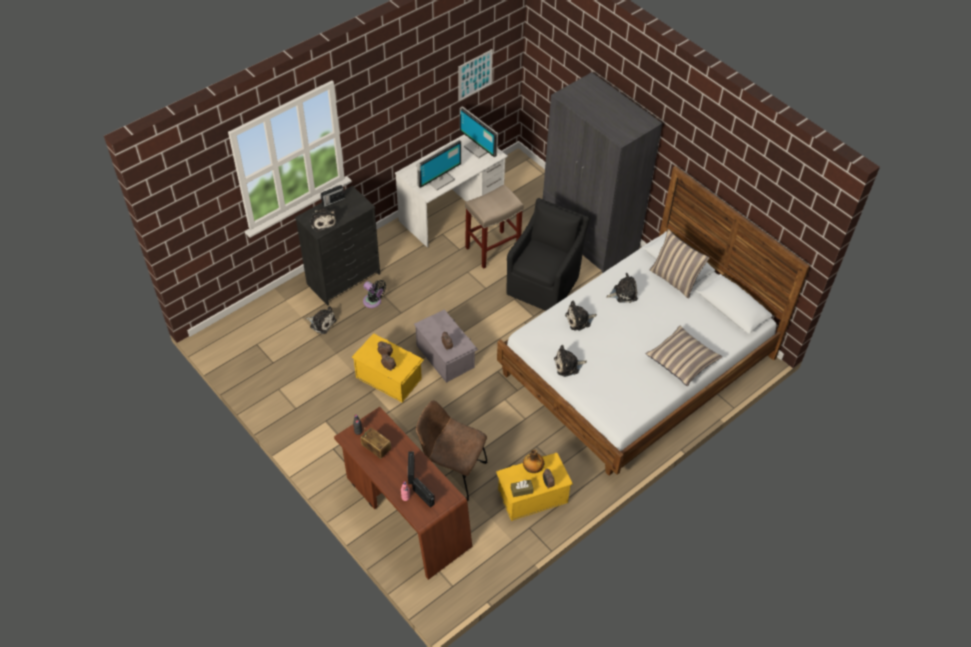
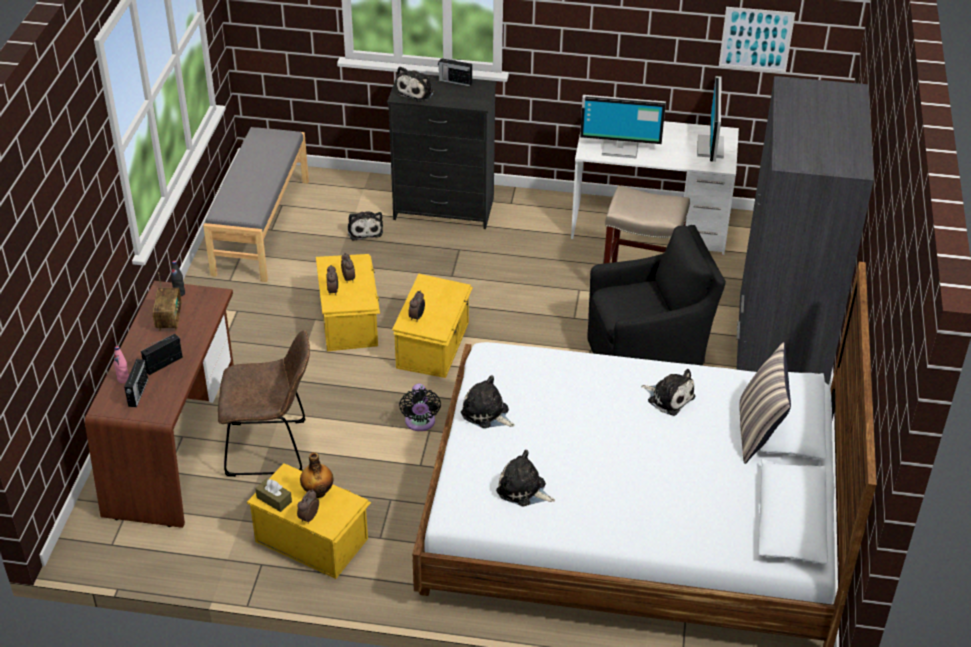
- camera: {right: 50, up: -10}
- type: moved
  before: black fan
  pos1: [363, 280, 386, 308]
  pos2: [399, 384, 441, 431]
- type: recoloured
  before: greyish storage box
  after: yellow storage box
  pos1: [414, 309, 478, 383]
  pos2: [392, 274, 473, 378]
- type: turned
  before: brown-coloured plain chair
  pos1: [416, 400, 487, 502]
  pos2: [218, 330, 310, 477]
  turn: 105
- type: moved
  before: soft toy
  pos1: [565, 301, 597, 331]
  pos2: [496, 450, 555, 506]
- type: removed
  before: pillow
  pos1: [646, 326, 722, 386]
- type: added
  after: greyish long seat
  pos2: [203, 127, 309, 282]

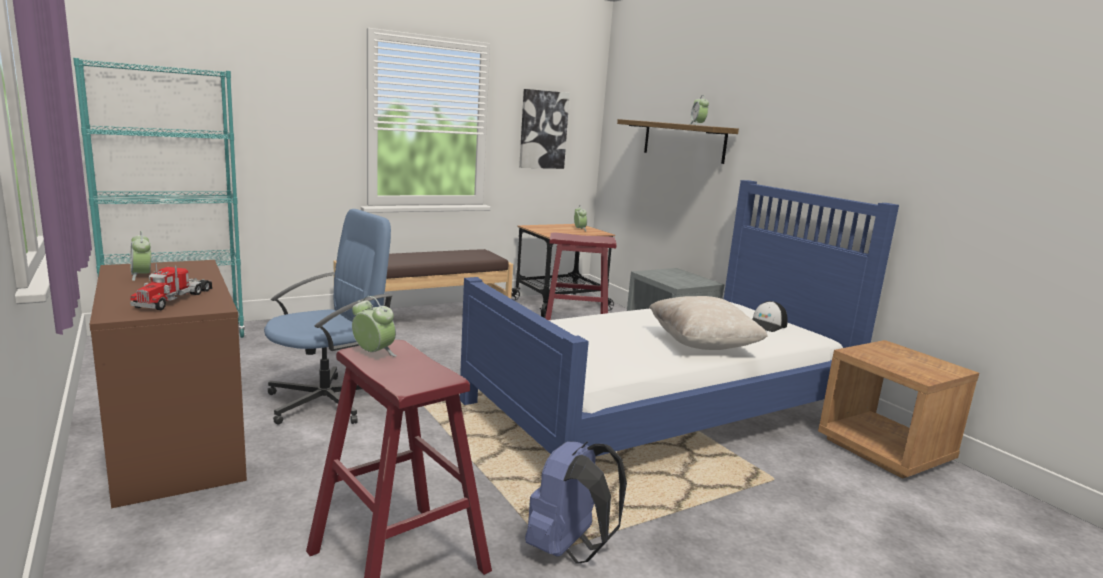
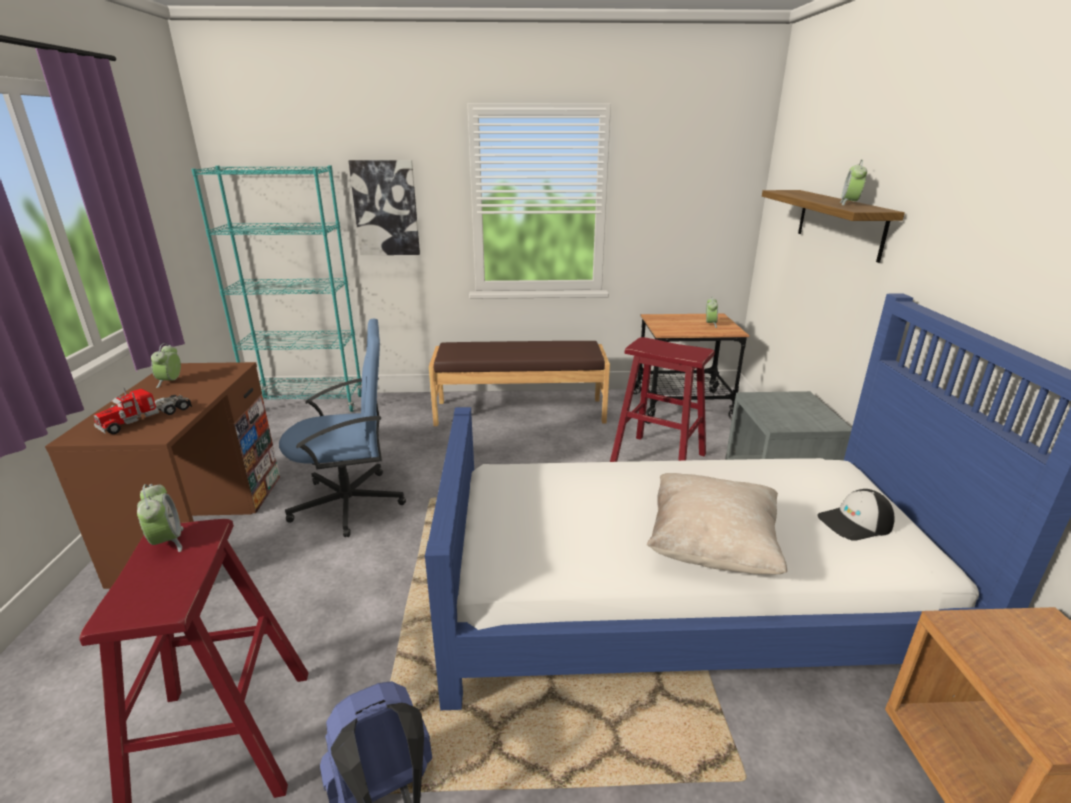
- camera: {right: 30, up: 10}
- type: moved
  before: wall picture
  pos1: [519, 89, 570, 169]
  pos2: [349, 160, 420, 255]

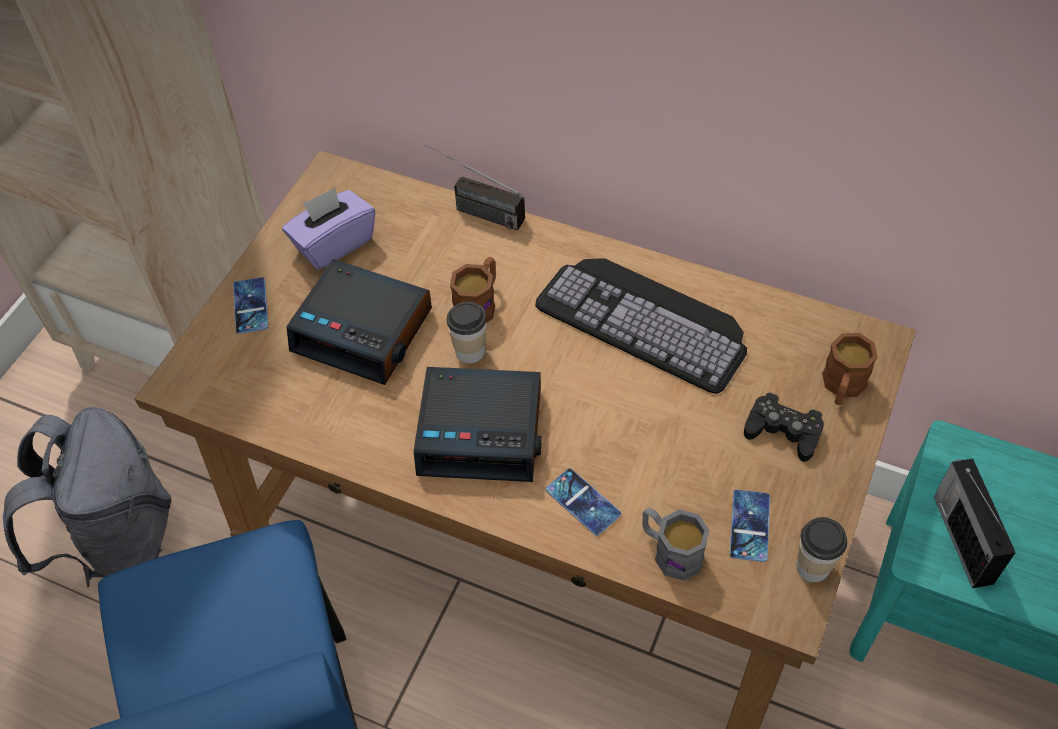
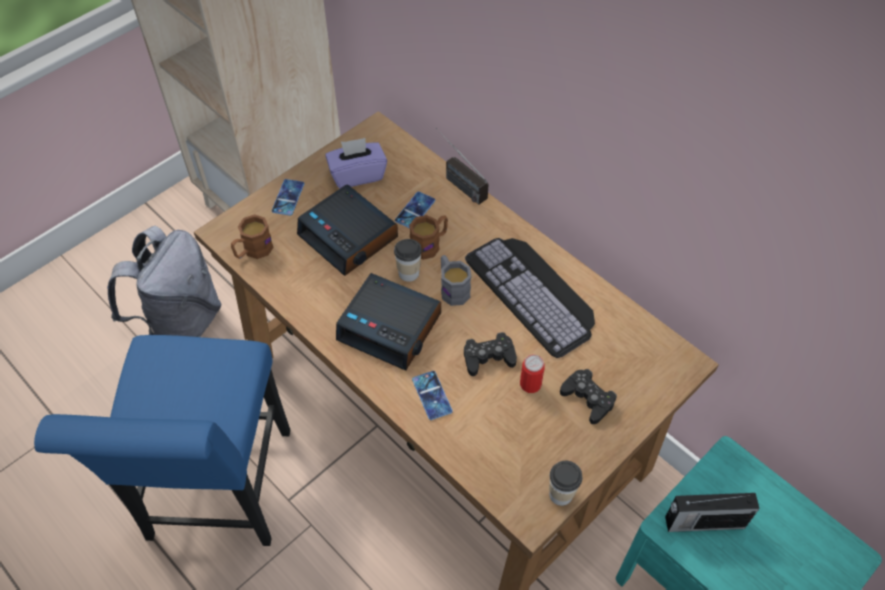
- camera: {right: 20, up: 0}
- type: moved
  before: greyish coffee mug
  pos1: [642, 508, 709, 581]
  pos2: [441, 255, 471, 306]
- type: moved
  before: handset
  pos1: [730, 490, 770, 562]
  pos2: [395, 191, 435, 228]
- type: moved
  before: brown-coloured coffee mug
  pos1: [822, 333, 878, 405]
  pos2: [231, 214, 273, 259]
- type: turned
  before: radio
  pos1: [934, 458, 1016, 588]
  pos2: [665, 493, 760, 532]
  turn: -105
- type: added
  after: black game controller
  pos2: [464, 332, 517, 376]
- type: added
  after: can
  pos2: [520, 355, 545, 393]

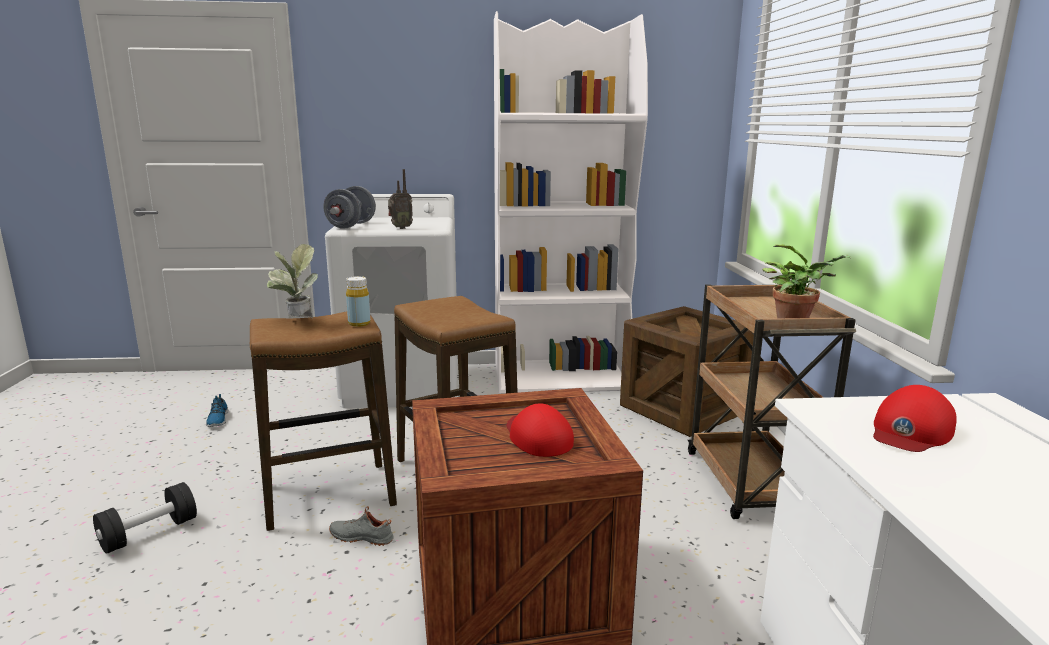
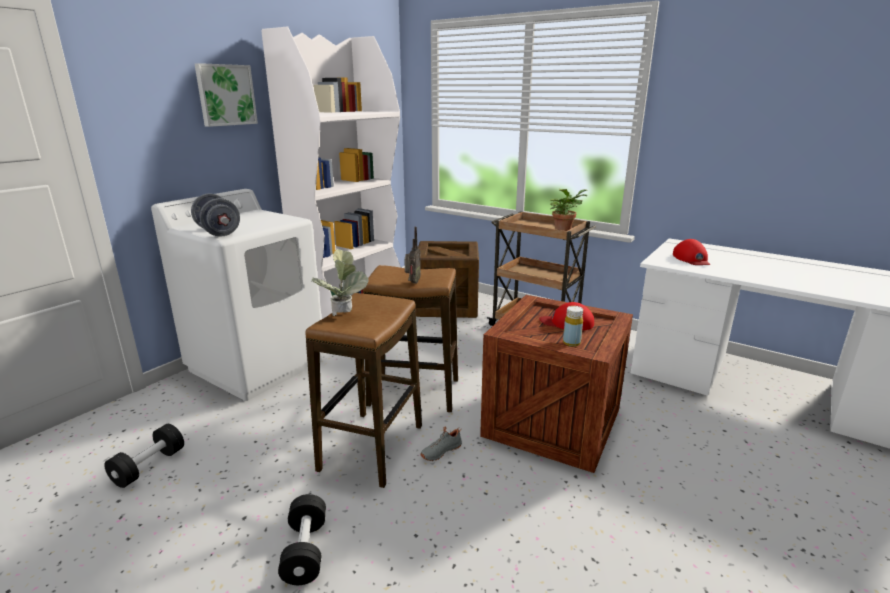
- camera: {right: -50, up: 5}
- type: replaced
  before: low shoe
  after: black dumbbell
  pos1: [206, 394, 229, 427]
  pos2: [104, 424, 184, 488]
- type: moved
  before: yellow beverage bottle
  pos1: [346, 276, 370, 327]
  pos2: [563, 306, 583, 347]
- type: moved
  before: radio
  pos1: [388, 169, 413, 229]
  pos2: [404, 227, 421, 283]
- type: added
  after: wall picture
  pos2: [195, 63, 258, 127]

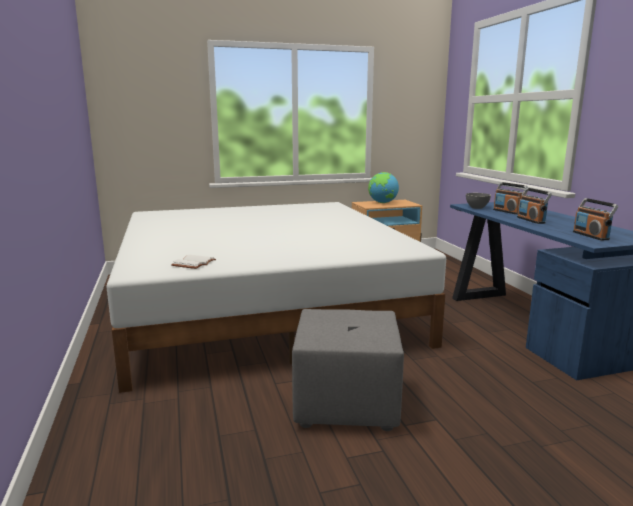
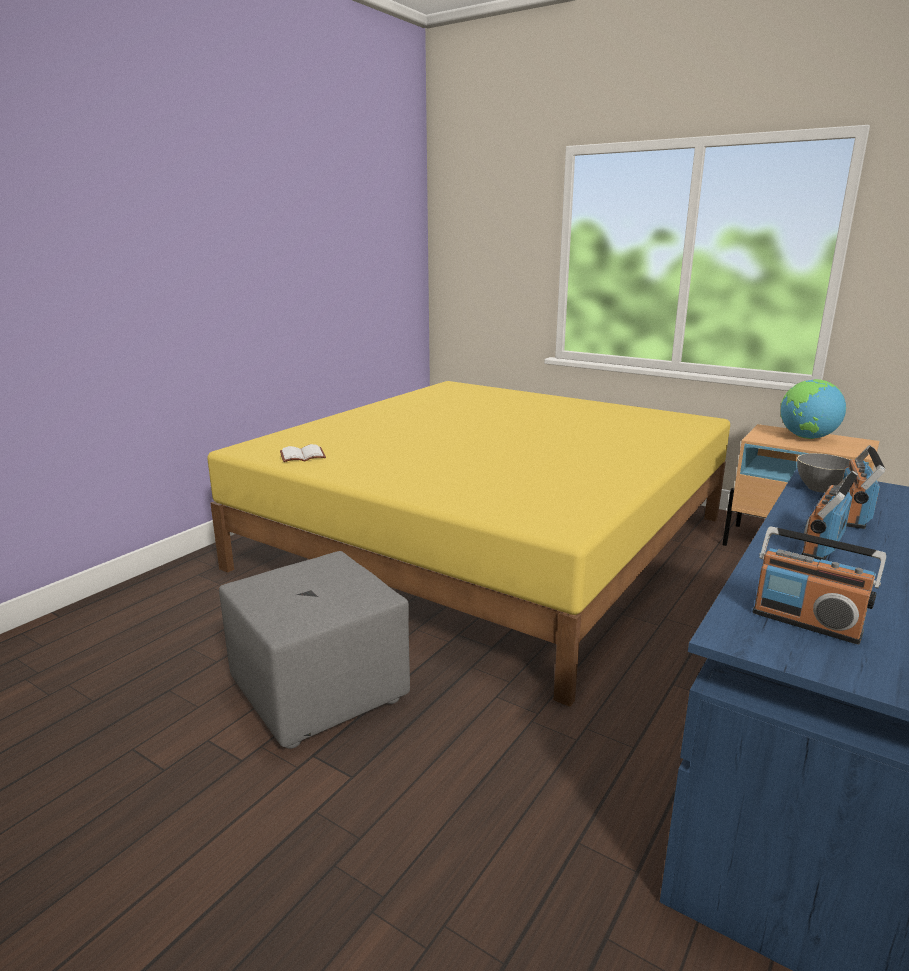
- camera: {right: 50, up: 5}
- type: recoloured
  before: whitish bed
  after: yellow bed
  pos1: [107, 202, 446, 393]
  pos2: [207, 381, 730, 707]
- type: turned
  before: radio
  pos1: [573, 198, 619, 241]
  pos2: [753, 526, 886, 644]
  turn: -90

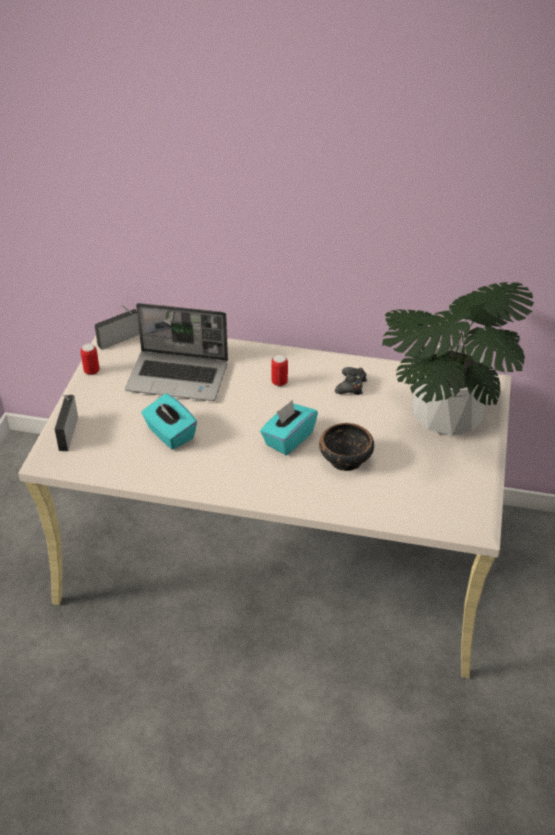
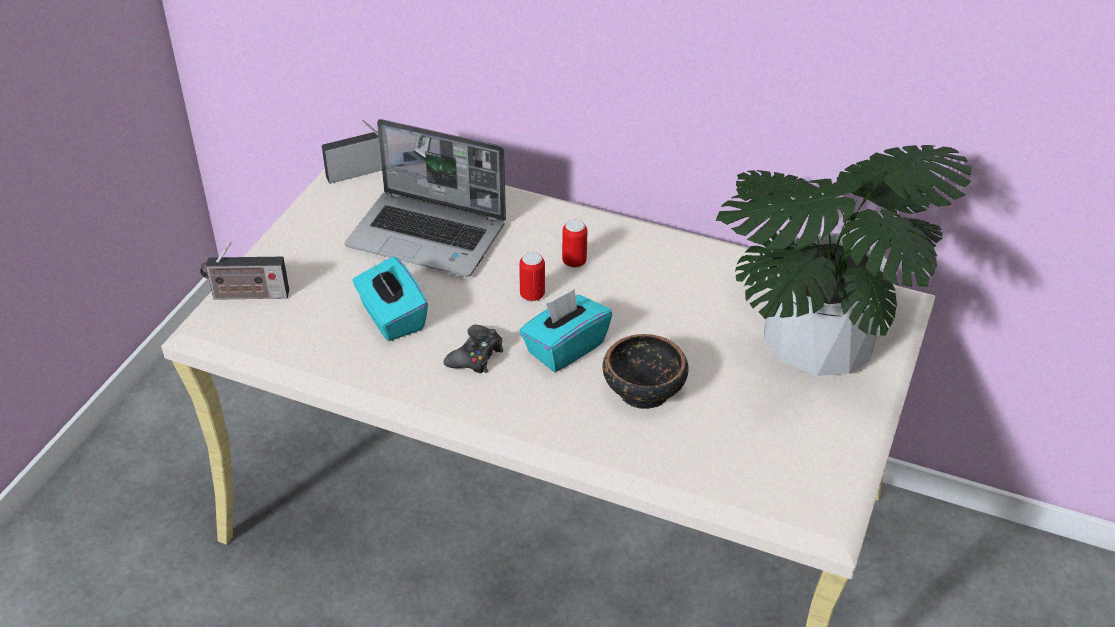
- camera: {right: 10, up: 0}
- type: turned
  before: radio
  pos1: [55, 394, 78, 451]
  pos2: [200, 242, 289, 300]
  turn: -105
- type: moved
  before: can
  pos1: [80, 344, 100, 375]
  pos2: [519, 252, 545, 301]
- type: moved
  before: black game controller
  pos1: [335, 367, 367, 395]
  pos2: [444, 325, 504, 373]

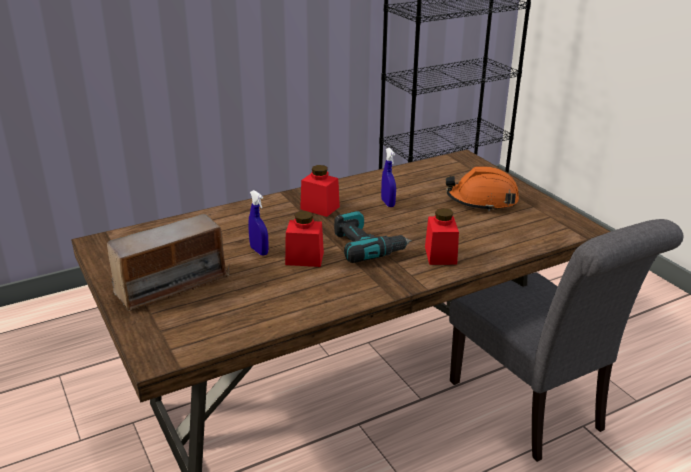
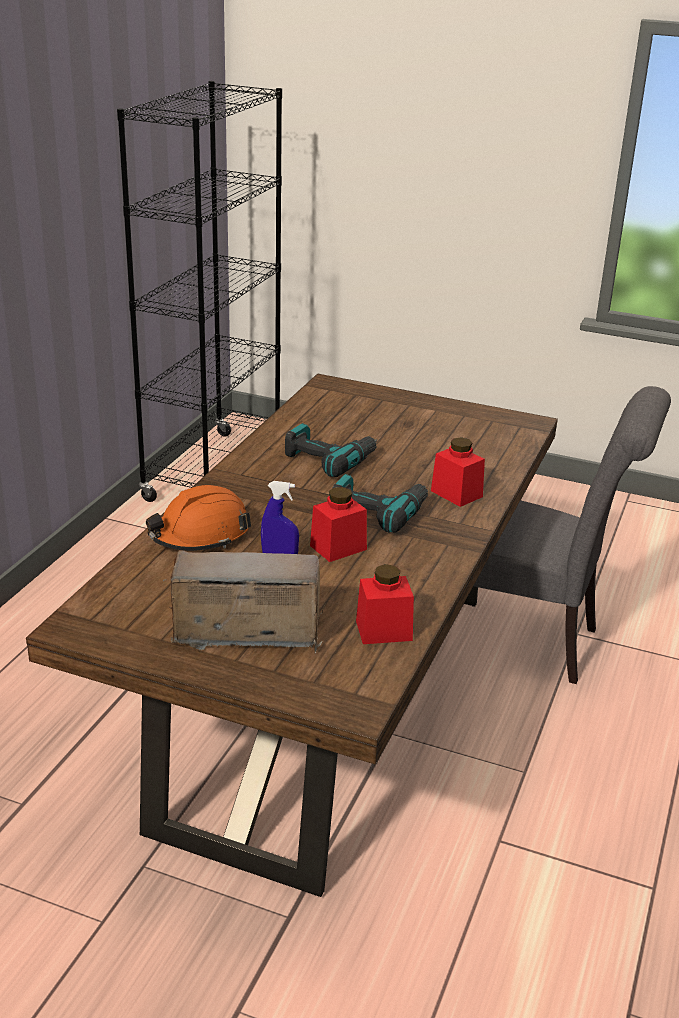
- camera: {right: -40, up: 0}
- type: turned
  before: radio
  pos1: [107, 214, 230, 311]
  pos2: [163, 550, 326, 653]
  turn: -105
- type: moved
  before: red preserve jar
  pos1: [300, 165, 340, 217]
  pos2: [356, 564, 414, 644]
- type: replaced
  before: blue-coloured hand sprayer
  after: electric drill
  pos1: [381, 148, 396, 207]
  pos2: [285, 423, 377, 477]
- type: moved
  before: orange hard hat
  pos1: [445, 167, 519, 212]
  pos2: [146, 485, 251, 551]

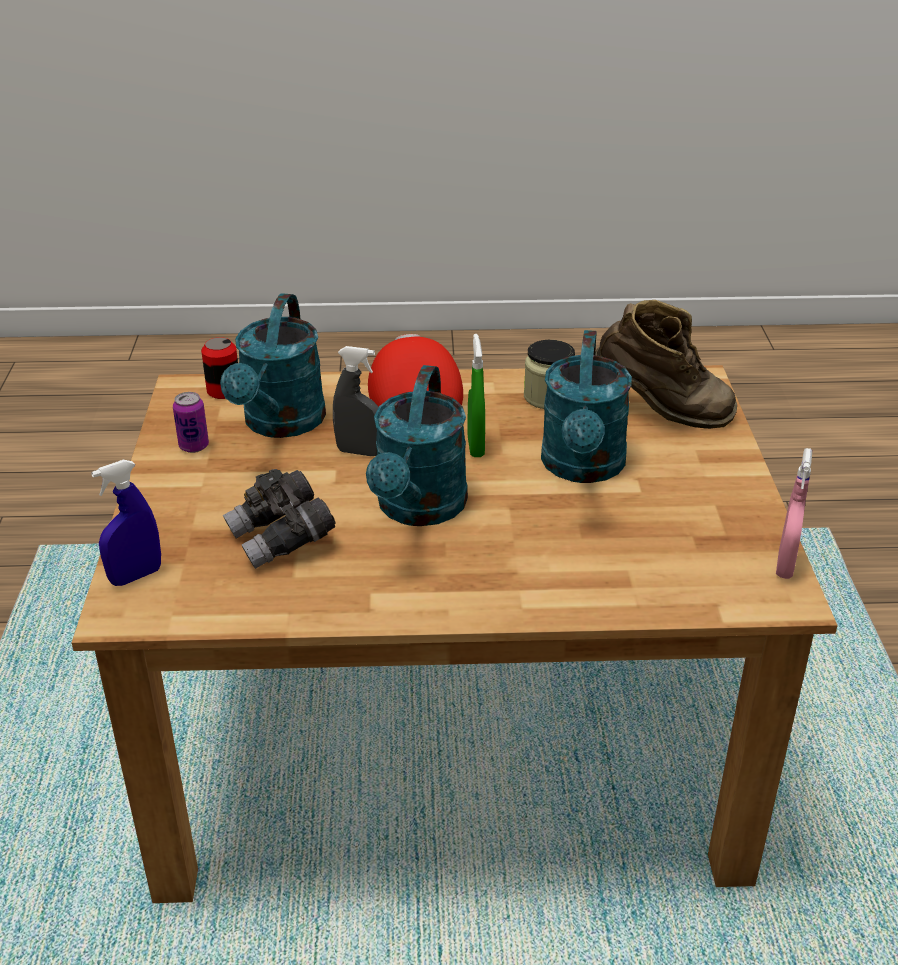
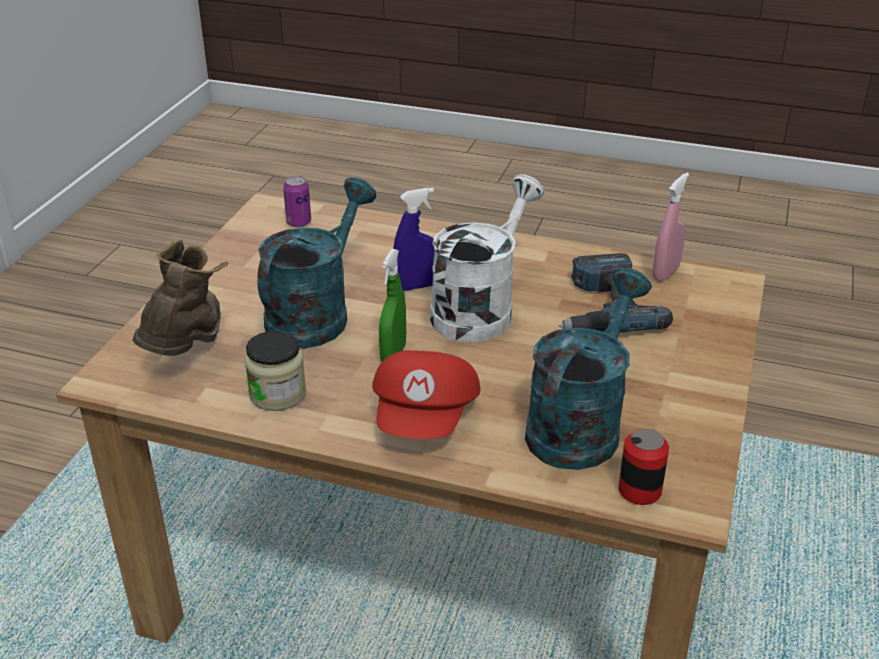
- camera: {right: -160, up: 0}
- type: moved
  before: blue-coloured hand sprayer
  pos1: [91, 460, 161, 586]
  pos2: [393, 188, 435, 291]
- type: moved
  before: can
  pos1: [173, 392, 209, 453]
  pos2: [283, 176, 311, 227]
- type: replaced
  before: greyish binoculars
  after: electric drill
  pos1: [223, 469, 336, 569]
  pos2: [558, 253, 673, 333]
- type: removed
  before: greyish hand sprayer
  pos1: [333, 346, 379, 456]
- type: recoloured
  before: blue-green watering can
  after: whitish watering can
  pos1: [366, 365, 468, 526]
  pos2: [430, 174, 544, 342]
- type: turned
  before: brown-coloured high-top boot
  pos1: [595, 300, 737, 429]
  pos2: [132, 239, 228, 356]
  turn: 60
- type: moved
  before: pink hand sprayer
  pos1: [776, 448, 812, 579]
  pos2: [653, 173, 689, 282]

